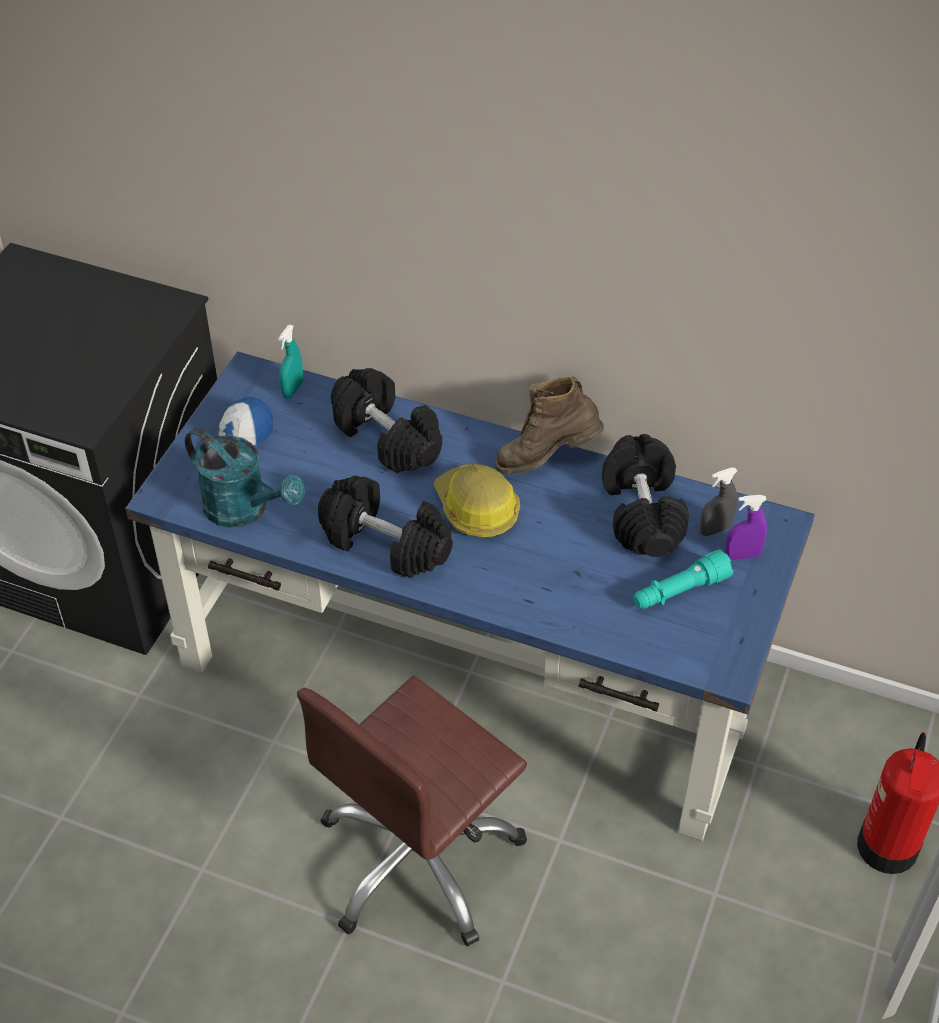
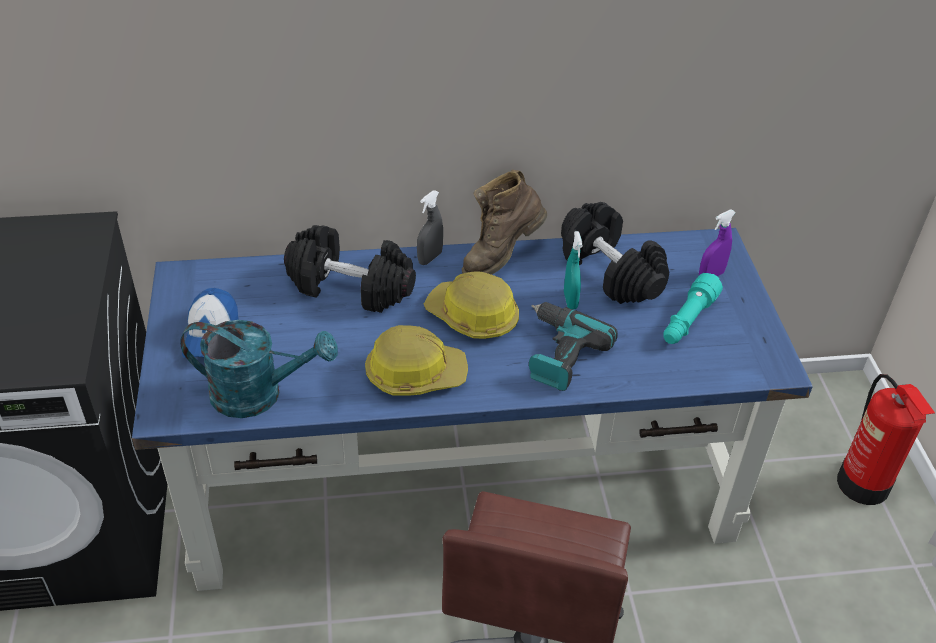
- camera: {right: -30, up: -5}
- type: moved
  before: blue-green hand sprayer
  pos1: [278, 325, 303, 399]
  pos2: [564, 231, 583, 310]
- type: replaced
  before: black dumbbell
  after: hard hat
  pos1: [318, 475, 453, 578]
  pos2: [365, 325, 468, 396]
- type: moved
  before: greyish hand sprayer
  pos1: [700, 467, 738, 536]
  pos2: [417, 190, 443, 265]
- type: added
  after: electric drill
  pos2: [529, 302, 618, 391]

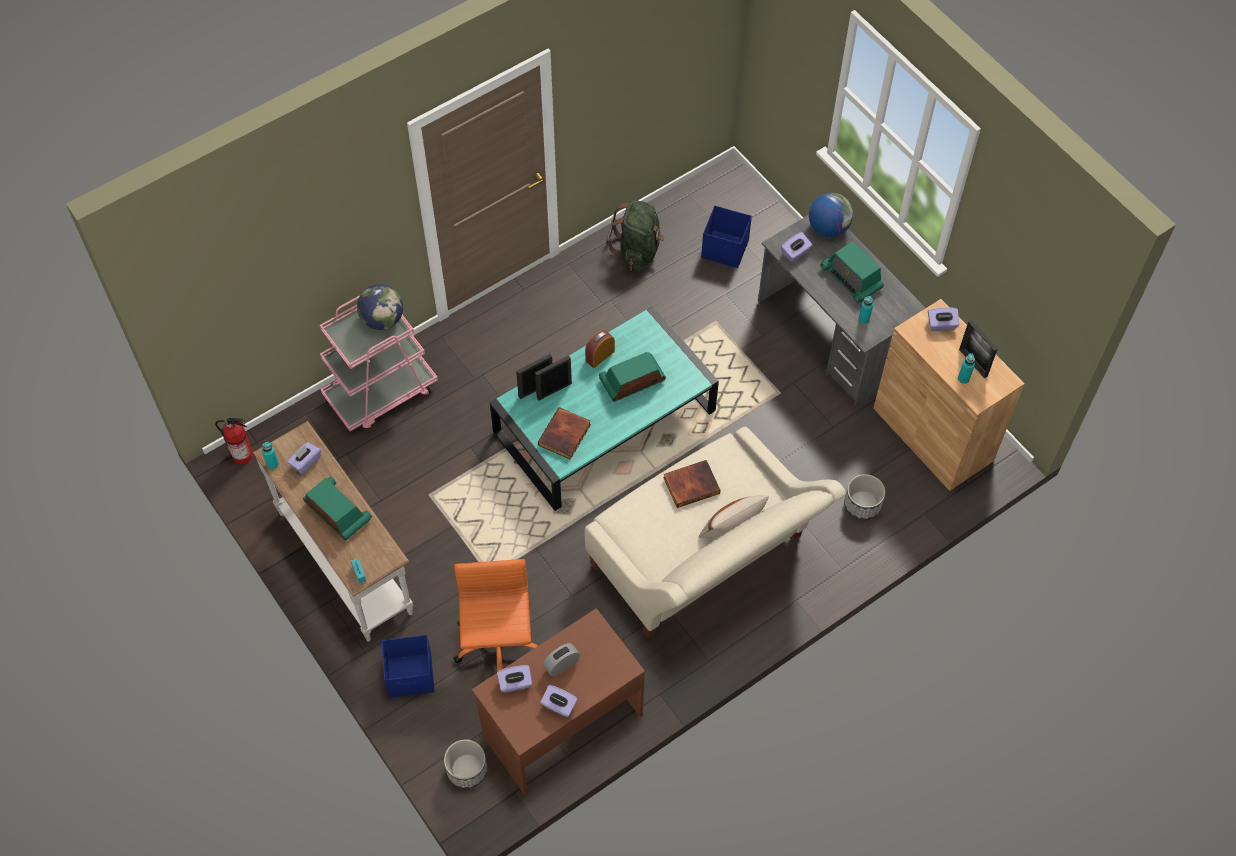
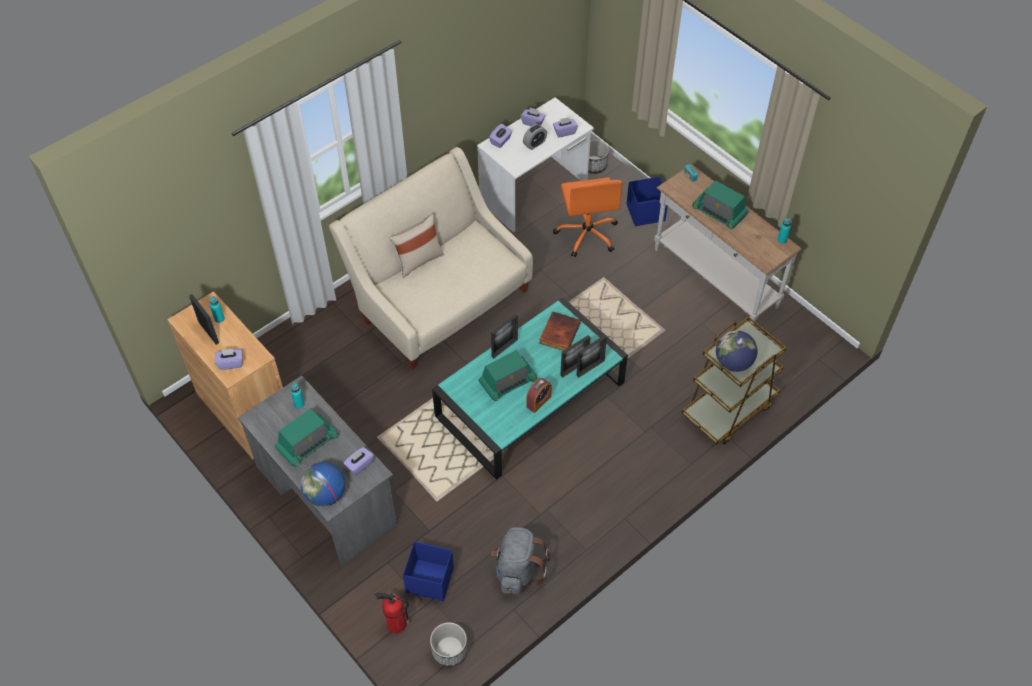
- camera: {right: 175, up: -5}
- type: moved
  before: extinguisher
  pos1: [215, 418, 253, 464]
  pos2: [375, 592, 409, 633]
- type: moved
  before: purple-coloured tissue holder
  pos1: [287, 442, 321, 475]
  pos2: [489, 124, 512, 148]
- type: recoloured
  before: pink cart
  after: brown-coloured cart
  pos1: [320, 296, 438, 431]
  pos2: [682, 316, 787, 445]
- type: recoloured
  before: brown-coloured desk table
  after: whitish desk table
  pos1: [472, 608, 645, 795]
  pos2: [477, 97, 594, 233]
- type: recoloured
  before: green knapsack
  after: greyish knapsack
  pos1: [606, 201, 665, 272]
  pos2: [491, 527, 550, 595]
- type: removed
  before: bound book
  pos1: [663, 460, 720, 508]
- type: turned
  before: radio
  pos1: [820, 241, 884, 303]
  pos2: [275, 408, 338, 467]
  turn: 90
- type: moved
  before: planter
  pos1: [844, 474, 885, 520]
  pos2: [430, 622, 468, 667]
- type: added
  after: picture frame
  pos2: [491, 314, 518, 358]

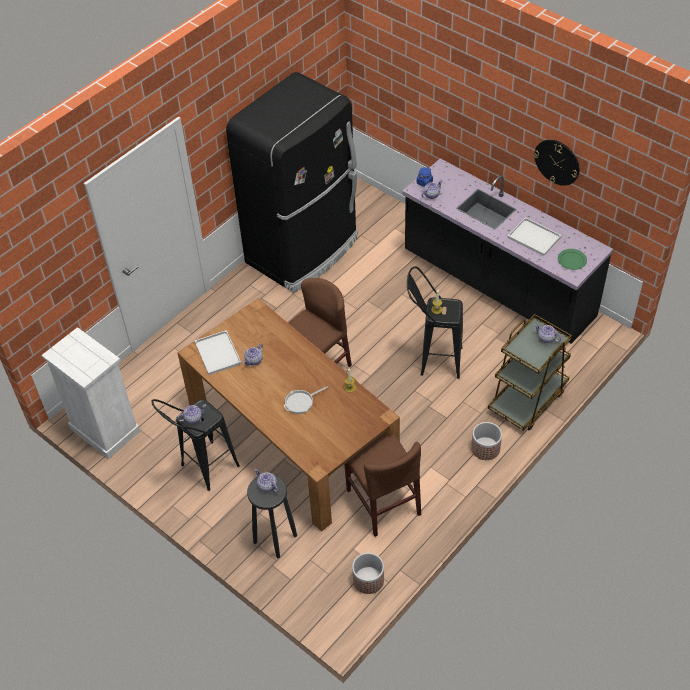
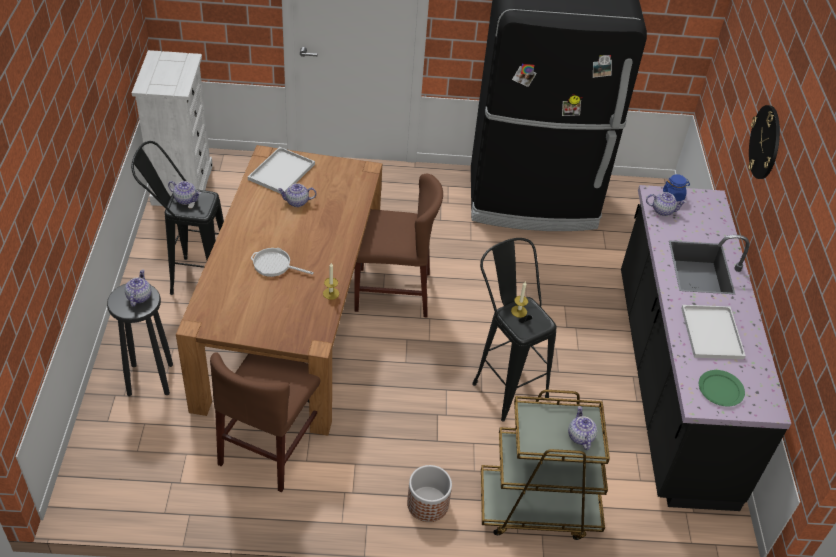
- camera: {right: 45, up: -5}
- type: removed
  before: planter
  pos1: [352, 553, 384, 594]
- type: moved
  before: clock on the wall
  pos1: [534, 140, 580, 186]
  pos2: [748, 105, 780, 179]

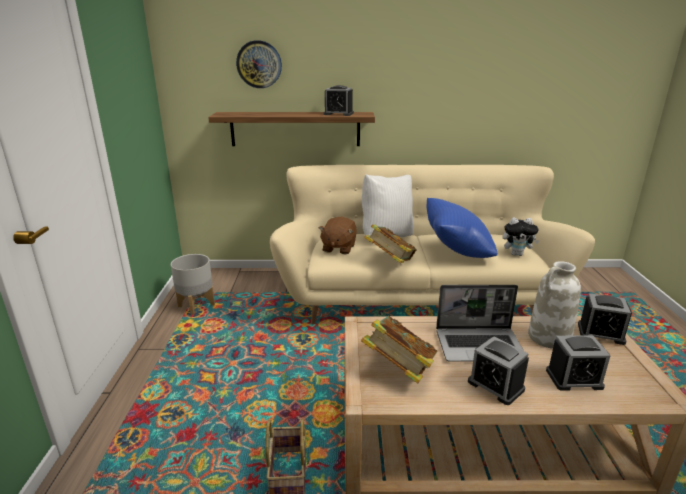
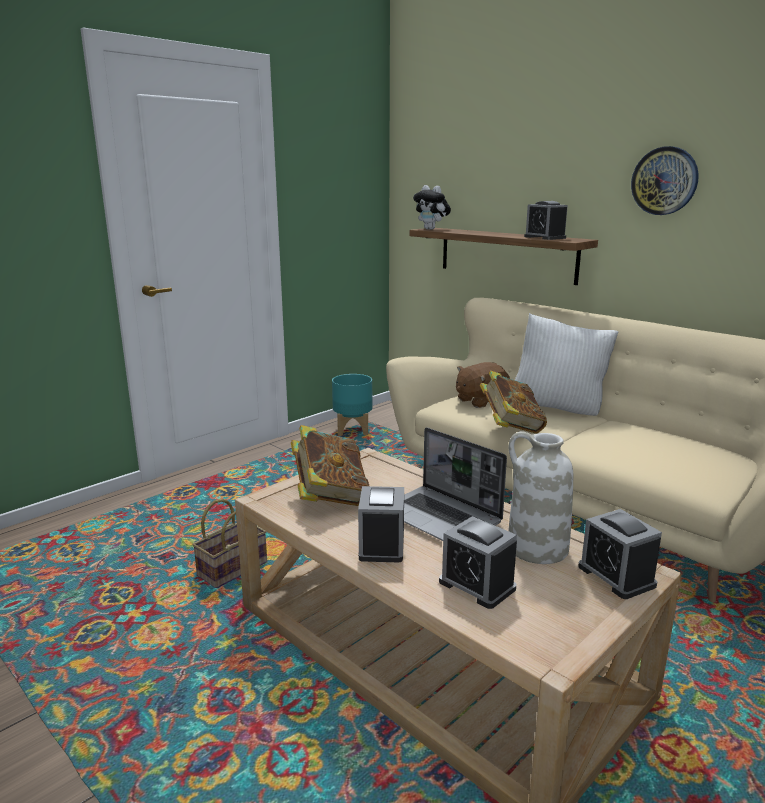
- camera: {right: 45, up: -5}
- type: recoloured
  before: greyish planter
  after: blue-green planter
  pos1: [171, 254, 215, 315]
  pos2: [332, 374, 372, 436]
- type: moved
  before: clock on the wall
  pos1: [236, 40, 282, 88]
  pos2: [631, 146, 699, 215]
- type: removed
  before: blue-coloured pillow
  pos1: [427, 198, 498, 258]
- type: moved
  before: soft toy
  pos1: [503, 217, 539, 256]
  pos2: [413, 185, 451, 230]

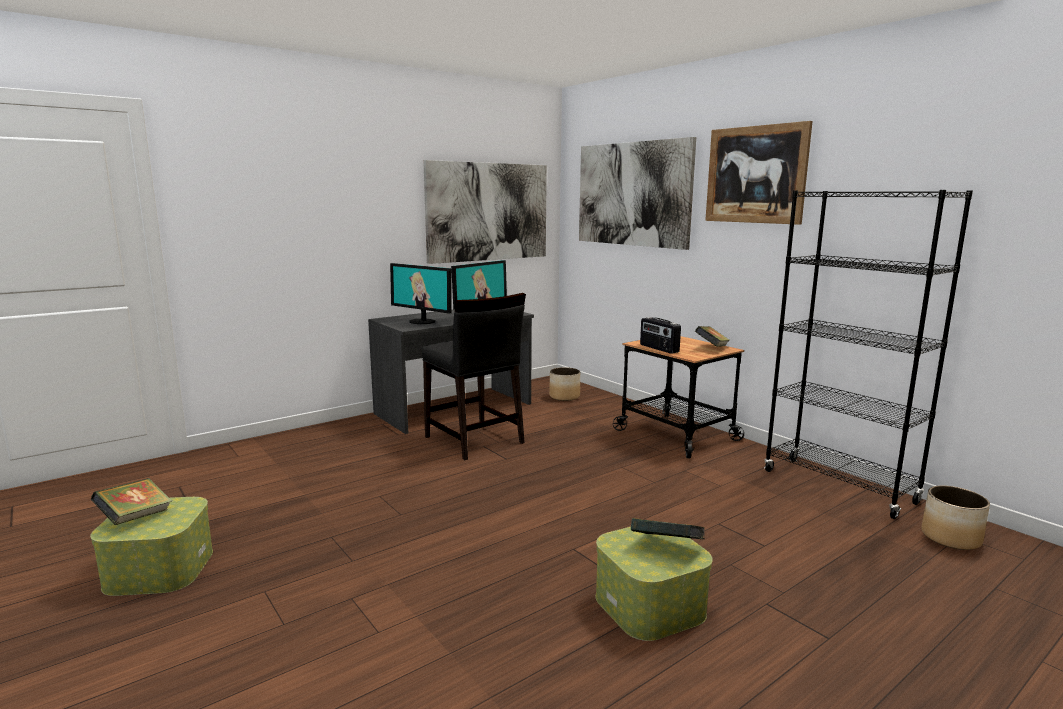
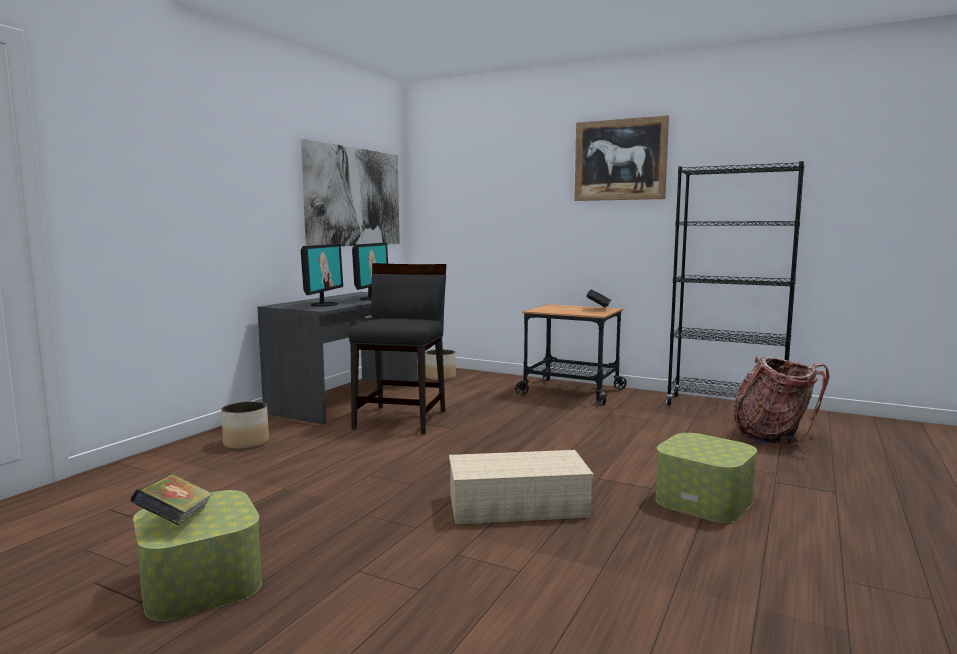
- camera: {right: -25, up: -5}
- type: turned
  before: computer screen
  pos1: [390, 263, 452, 324]
  pos2: [301, 244, 343, 306]
  turn: -90
- type: turned
  before: black plain chair
  pos1: [422, 293, 526, 460]
  pos2: [349, 263, 446, 434]
  turn: -105
- type: removed
  before: wall picture
  pos1: [579, 137, 696, 250]
- type: removed
  before: bound book
  pos1: [631, 518, 705, 539]
- type: removed
  before: radio
  pos1: [640, 317, 681, 354]
- type: moved
  before: planter
  pos1: [921, 485, 990, 550]
  pos2: [221, 401, 269, 450]
- type: added
  after: beige storage box
  pos2: [449, 450, 593, 525]
- type: added
  after: knapsack
  pos2: [733, 356, 830, 446]

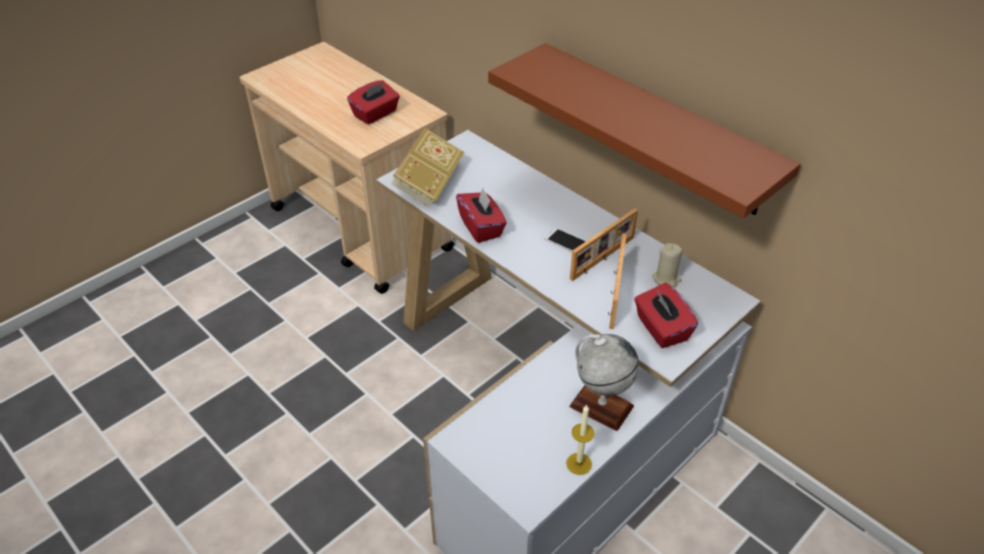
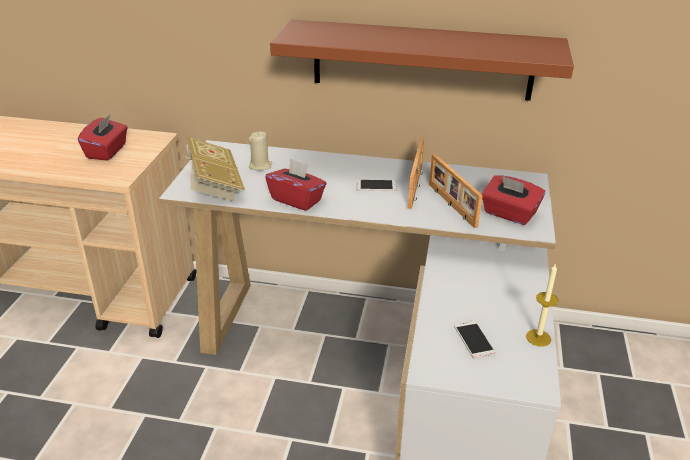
- camera: {right: -35, up: -10}
- type: removed
  before: world globe
  pos1: [569, 334, 639, 431]
- type: moved
  before: beige wax candle
  pos1: [652, 243, 683, 287]
  pos2: [249, 131, 272, 171]
- type: added
  after: handset
  pos2: [454, 321, 496, 359]

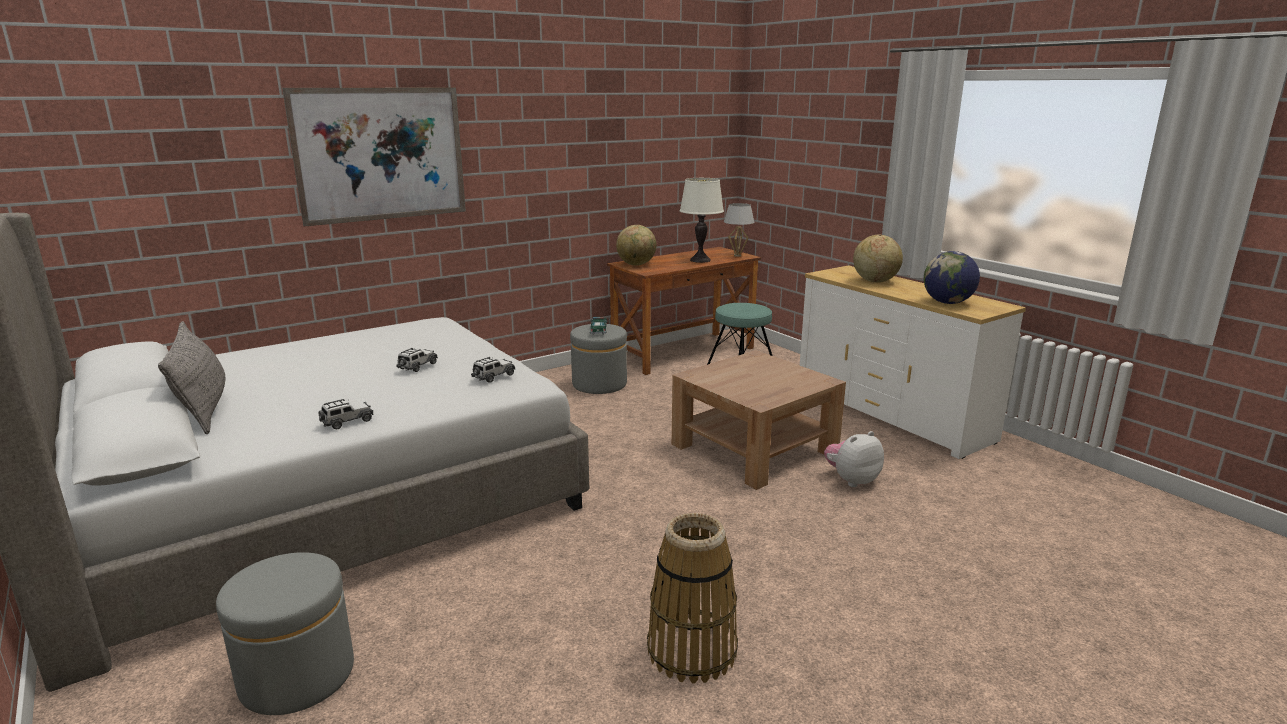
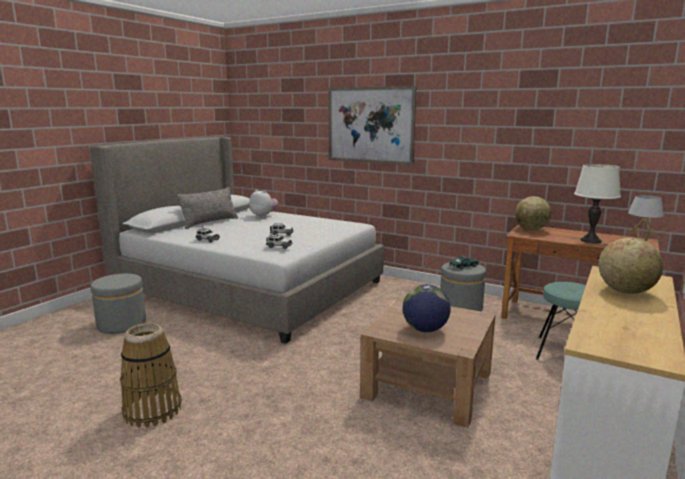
- camera: {right: 65, up: -5}
- type: moved
  before: soft toy
  pos1: [824, 431, 884, 487]
  pos2: [249, 189, 278, 218]
- type: moved
  before: world globe
  pos1: [924, 251, 980, 304]
  pos2: [403, 284, 451, 332]

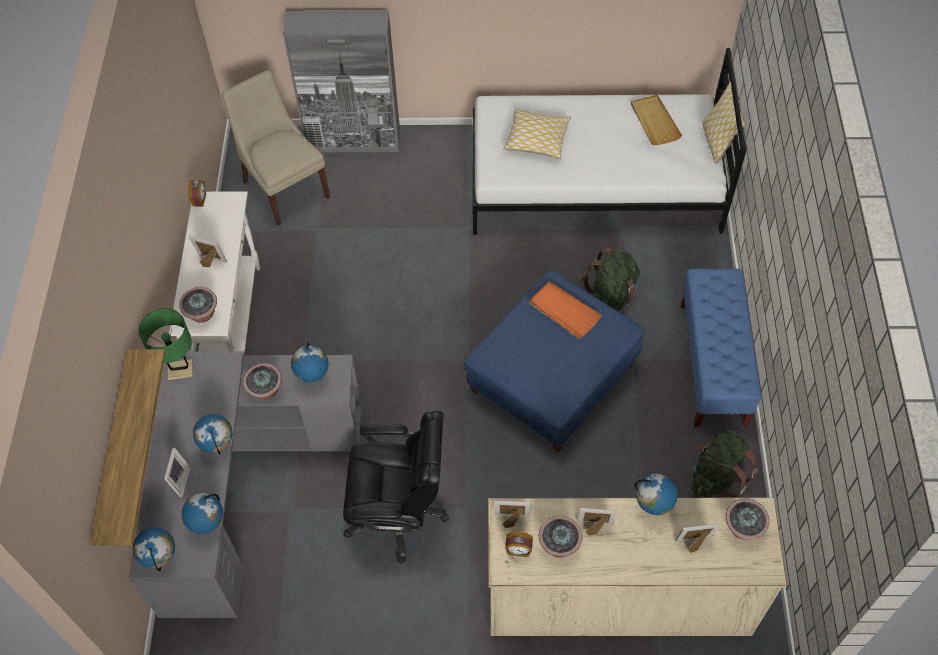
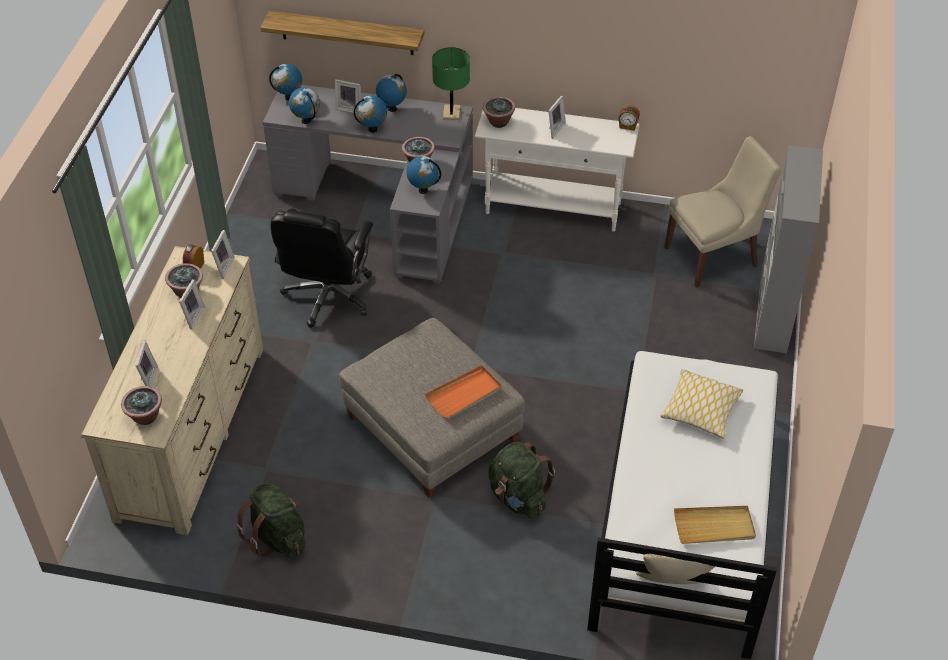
- camera: {right: 100, up: -10}
- type: recoloured
  before: blue-coloured ottoman
  after: greyish ottoman
  pos1: [464, 271, 644, 452]
  pos2: [339, 318, 525, 498]
- type: moved
  before: world globe
  pos1: [635, 473, 678, 515]
  pos2: [376, 74, 407, 112]
- type: removed
  before: blue-coloured long seat
  pos1: [681, 268, 762, 427]

